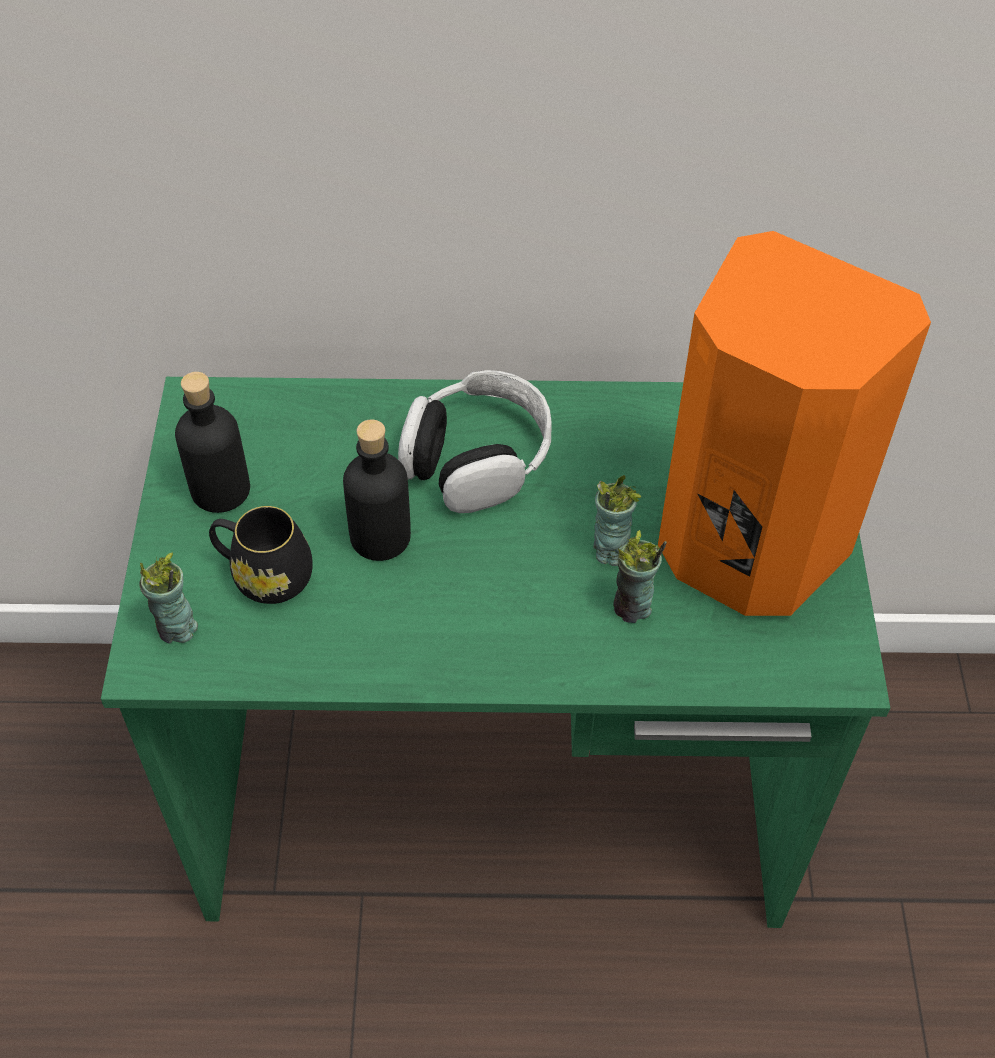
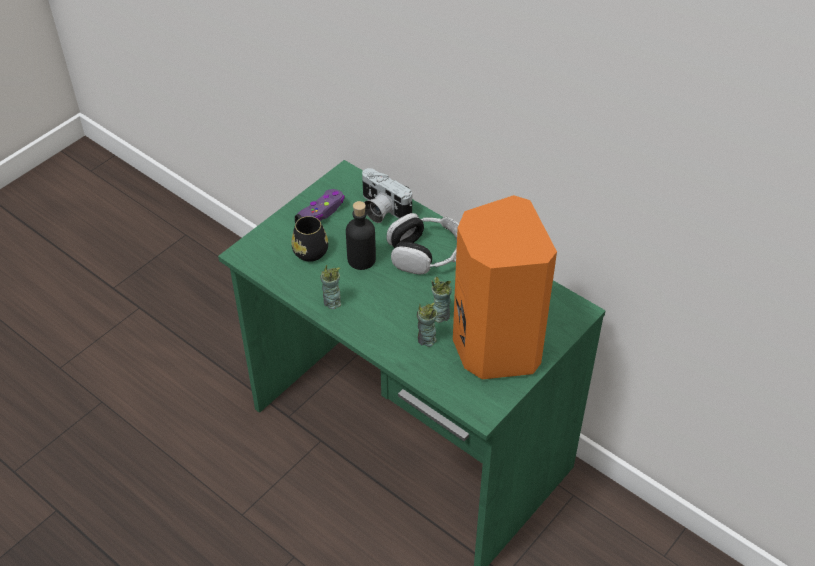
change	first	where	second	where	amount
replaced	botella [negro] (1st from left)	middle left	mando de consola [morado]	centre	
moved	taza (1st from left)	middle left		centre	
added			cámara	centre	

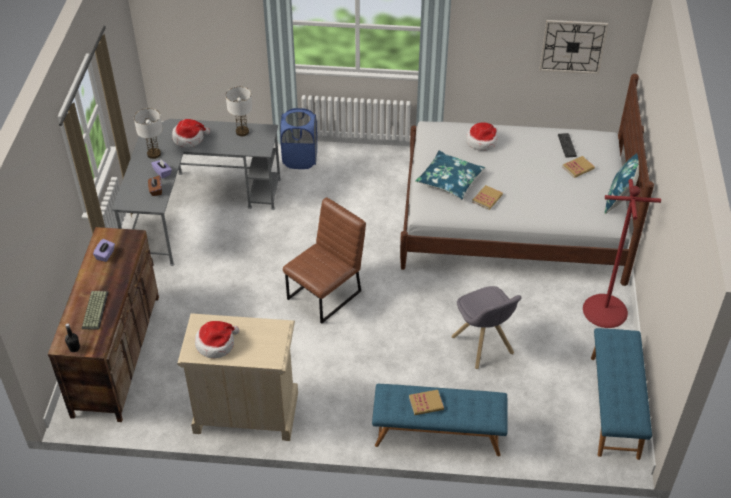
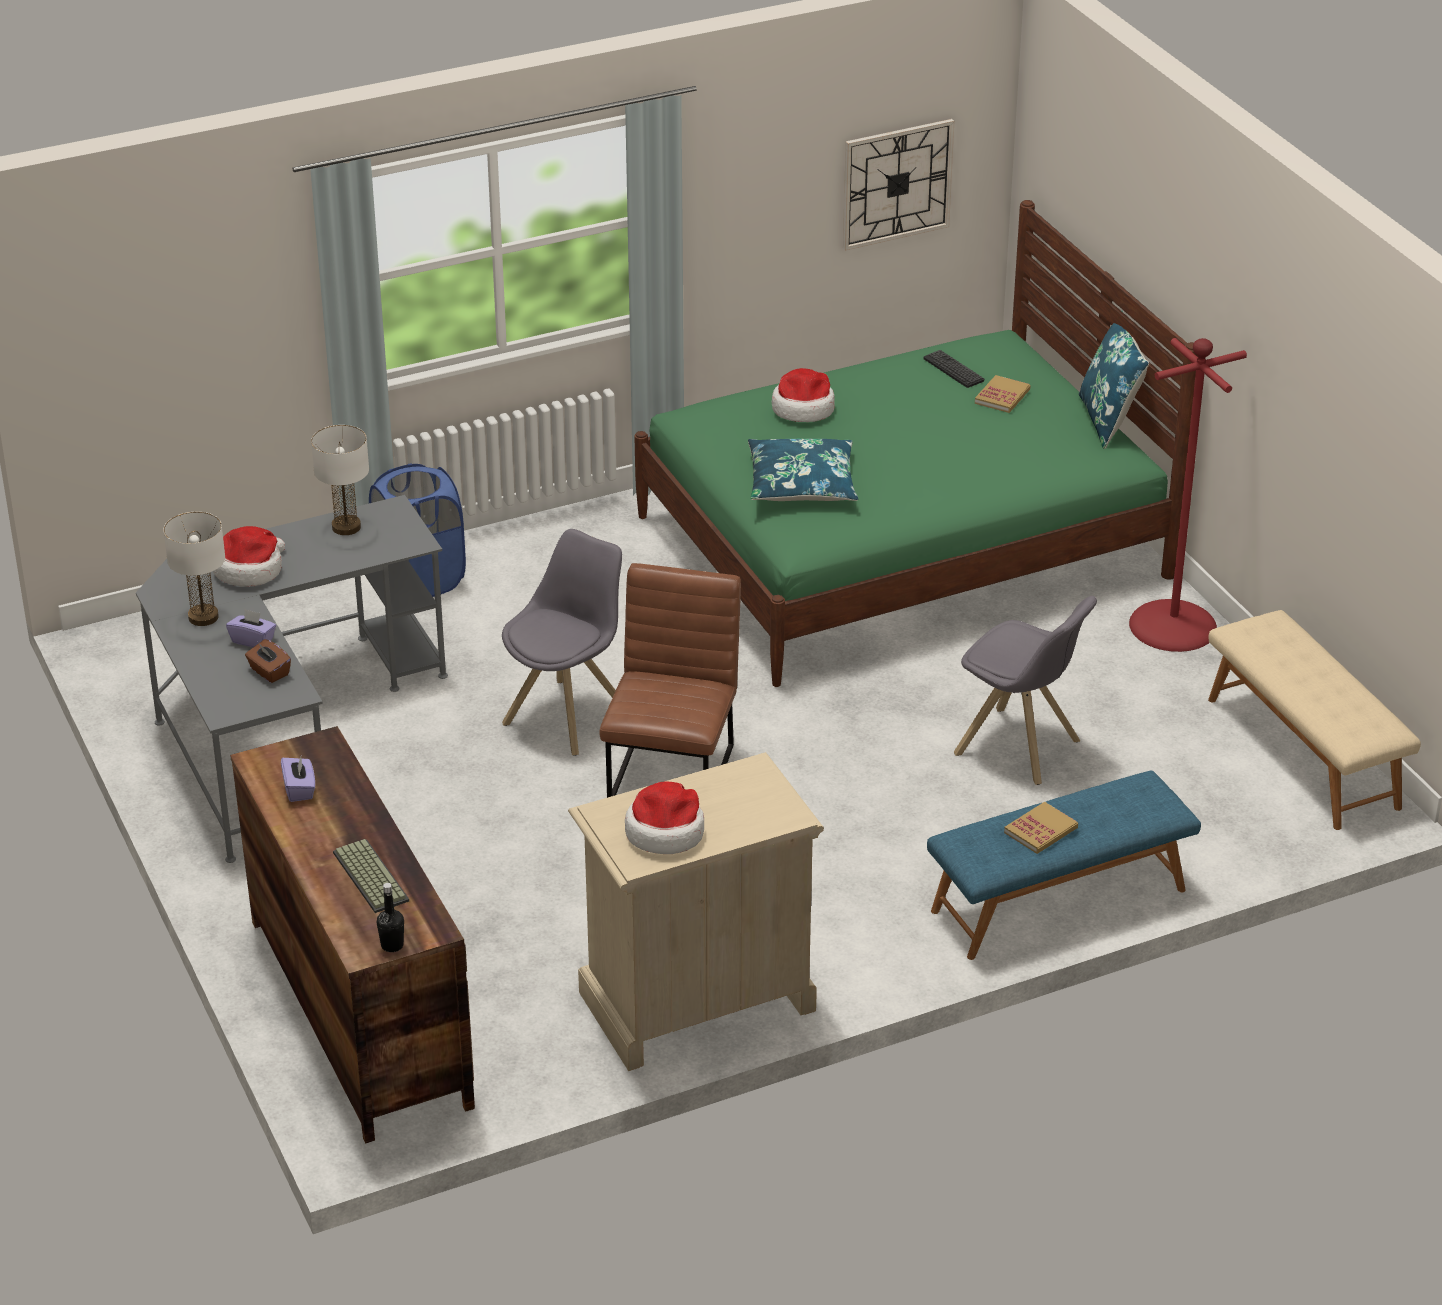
change	first	where	second	where	amount
added			silla [gris] (1st from left)	centre	
recoloured	cama [blanco]	middle right	cama [verde]	centre	
recoloured	banco [azul] (2nd from left)	bottom right	banco [beis]	middle right	
removed	libro (2nd from left)	centre			

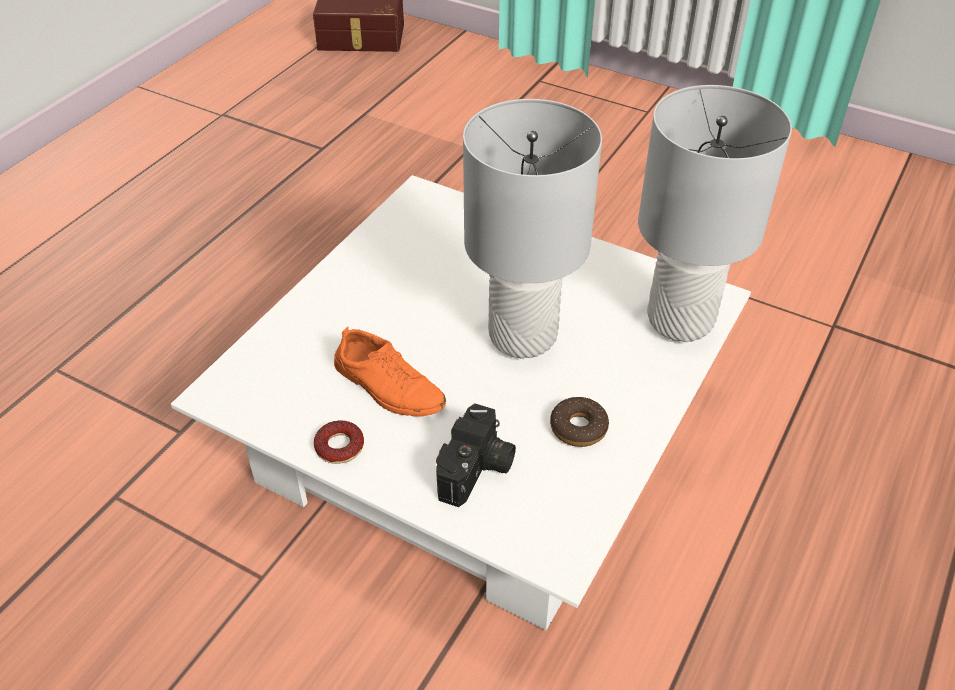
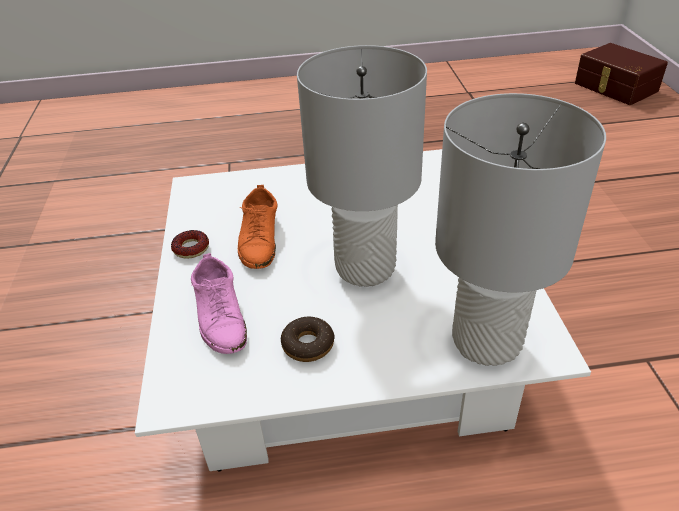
change	first	where	second	where	amount
replaced	cámara	centre	zapato [rosa]	middle left	

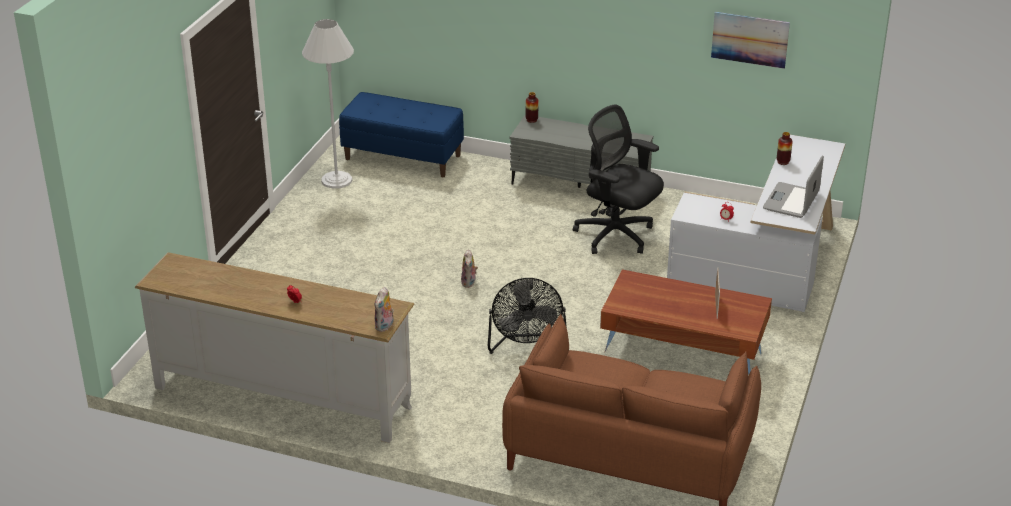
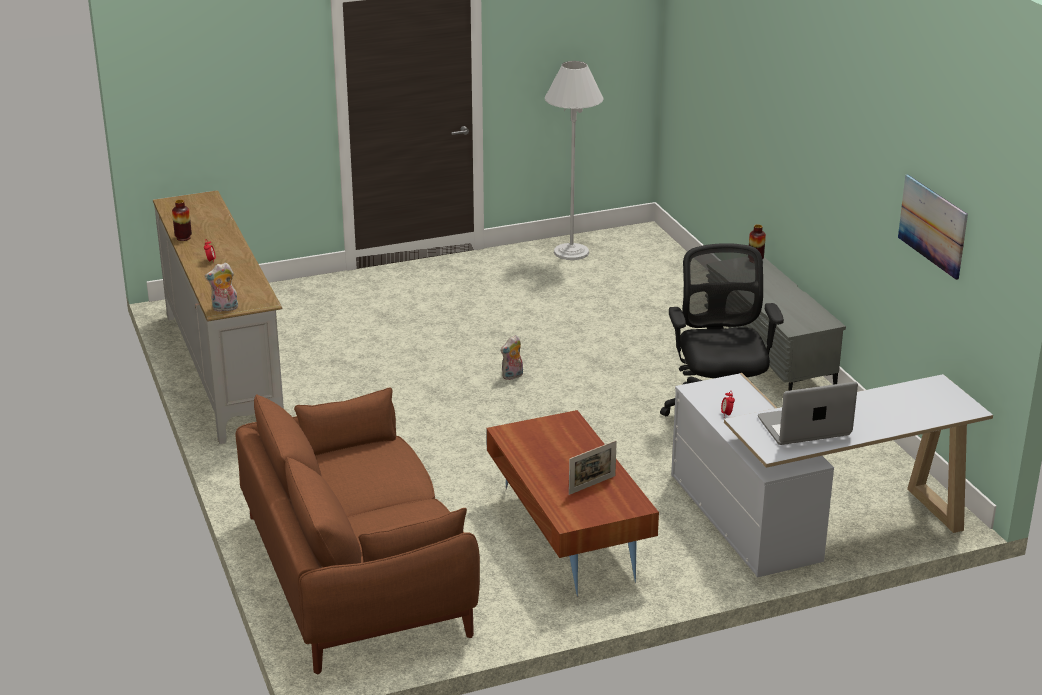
change	first	where	second	where	amount
moved	florero (2nd from left in the first image)	top right	florero (1st from left)	top left	
removed	banco [azul]	top centre			
removed	ventilador [negro]	centre			

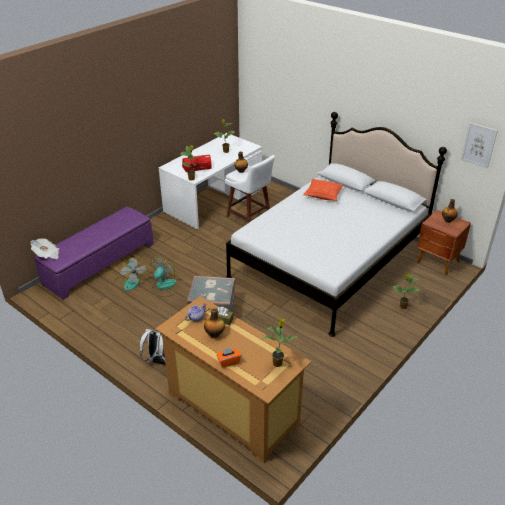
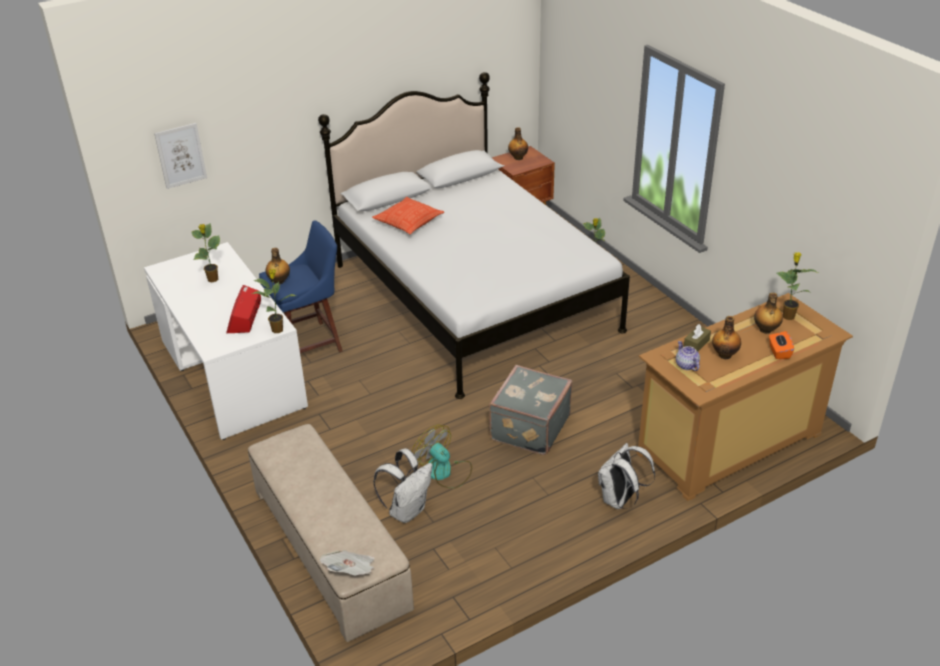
change	first	where	second	where	amount
moved	cuadro	top right		top left	
recoloured	banco [morado]	middle left	banco [beis]	bottom centre	
recoloured	taburete [blanco]	centre	taburete [azul]	middle left	
replaced	ventilador (1st from left)	middle left	mochila [blanco] (1st from left)	bottom centre	
added			botella (4th from left)	middle right	

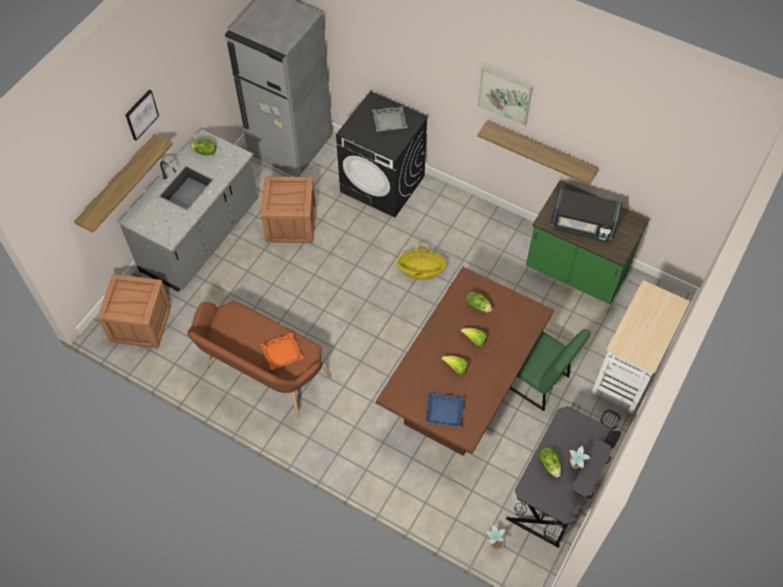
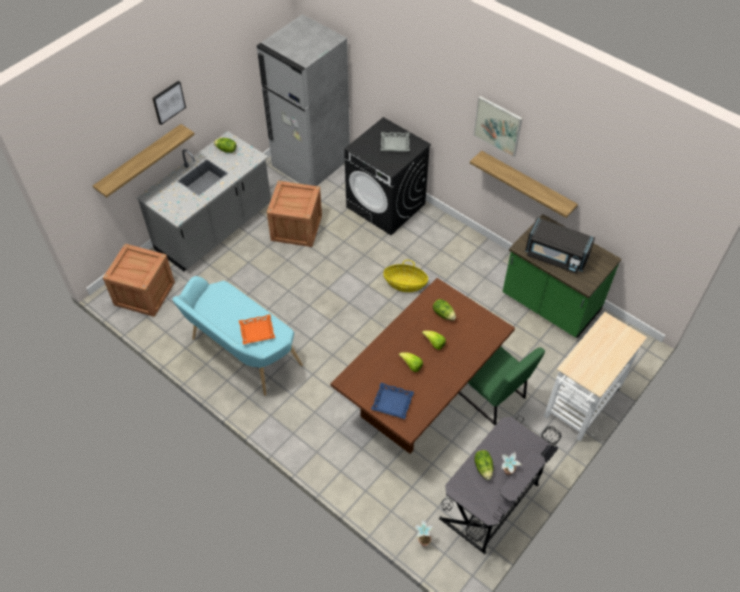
change	first	where	second	where	amount
recoloured	banco [marrón]	middle left	banco [turquesa]	middle left	

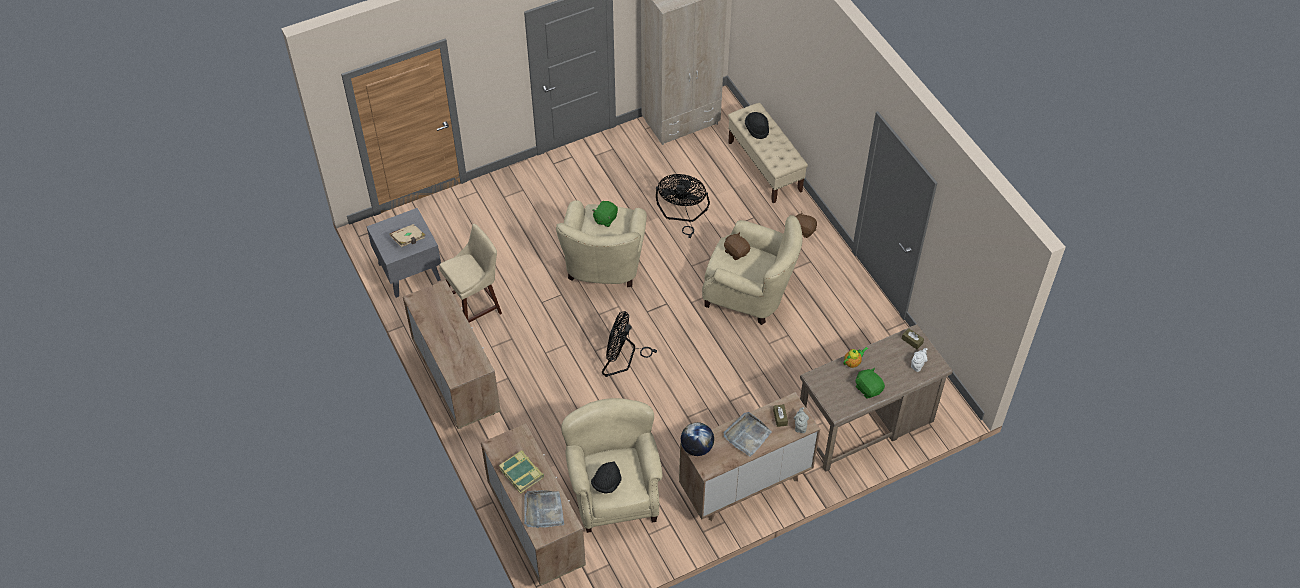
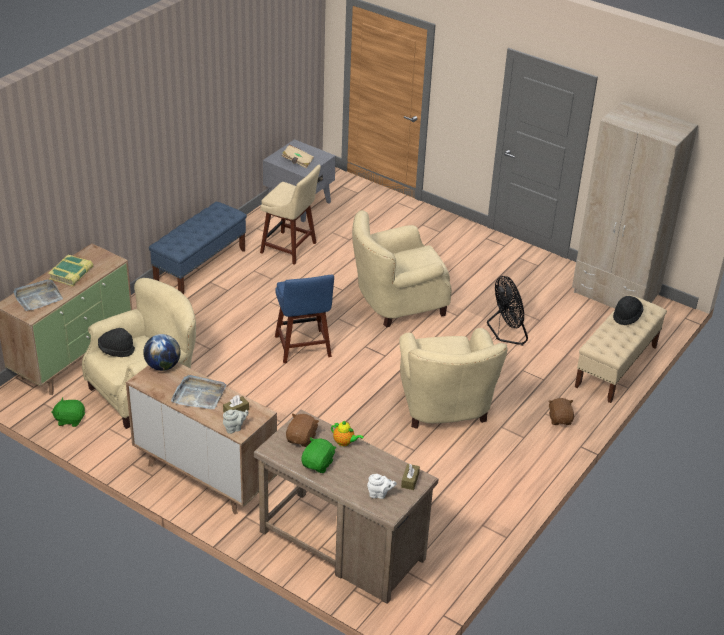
change	first	where	second	where	amount
moved	peluche [verde] (1st from left)	centre		middle left	
replaced	cómoda (1st from left)	centre	banco [azul]	middle left	
replaced	ventilador [negro] (1st from left)	centre	silla [azul]	centre	
moved	peluche [marrón] (1st from left)	centre		bottom centre	

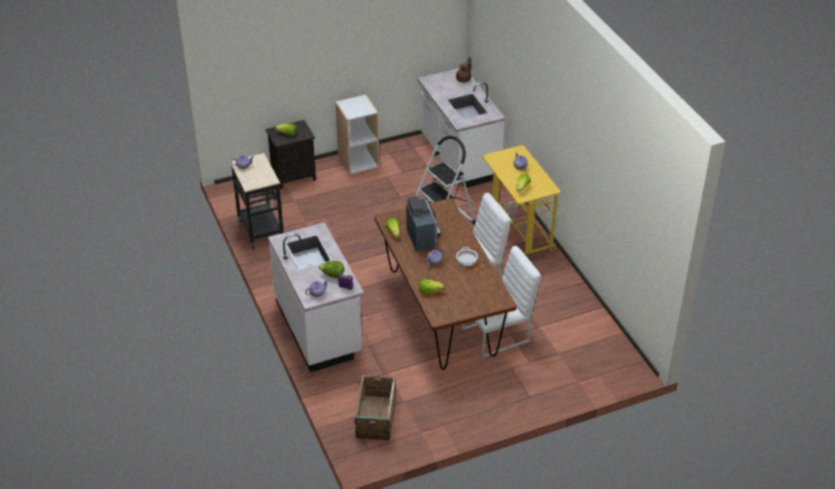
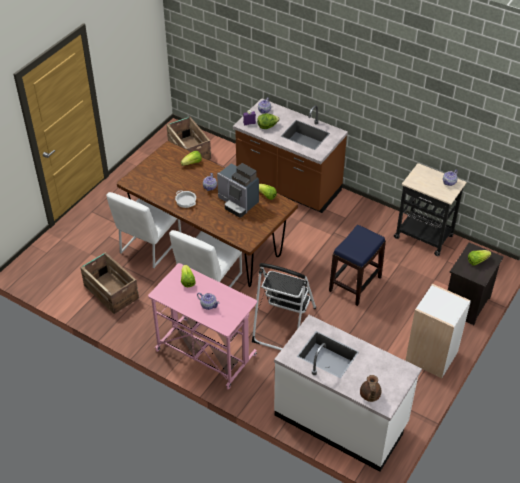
change	first	where	second	where	amount
added			caja de embalaje (1st from left)	middle left	
recoloured	escritorio [amarillo]	centre	escritorio [rosa]	bottom centre	
recoloured	mueble bajo de cocina [blanco] (1st from left)	centre	mueble bajo de cocina [marrón]	top centre	
added			taburete	middle right	

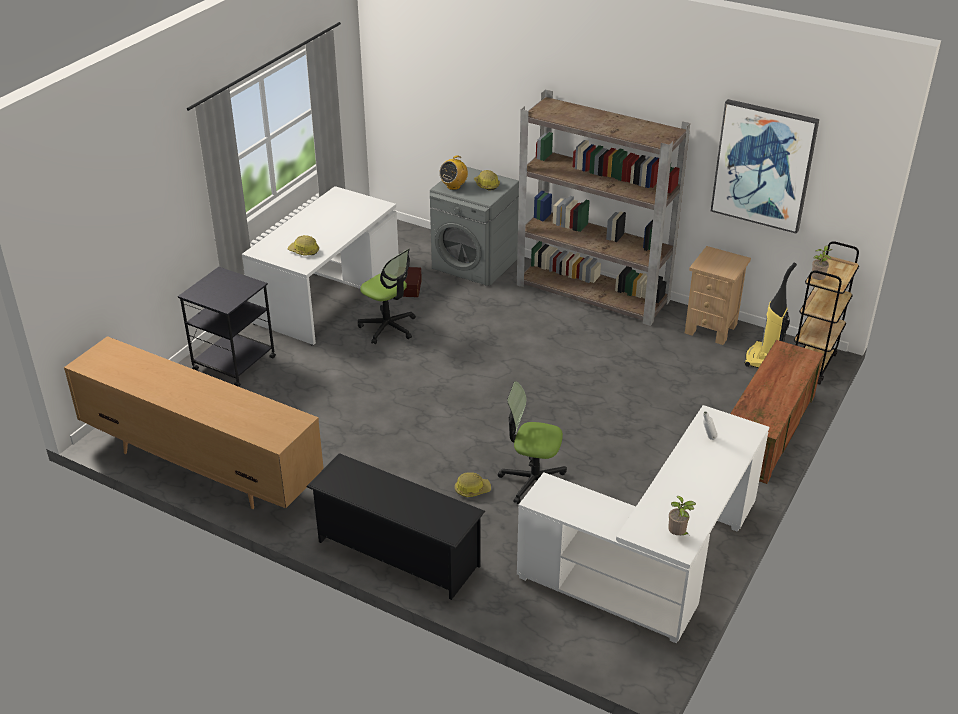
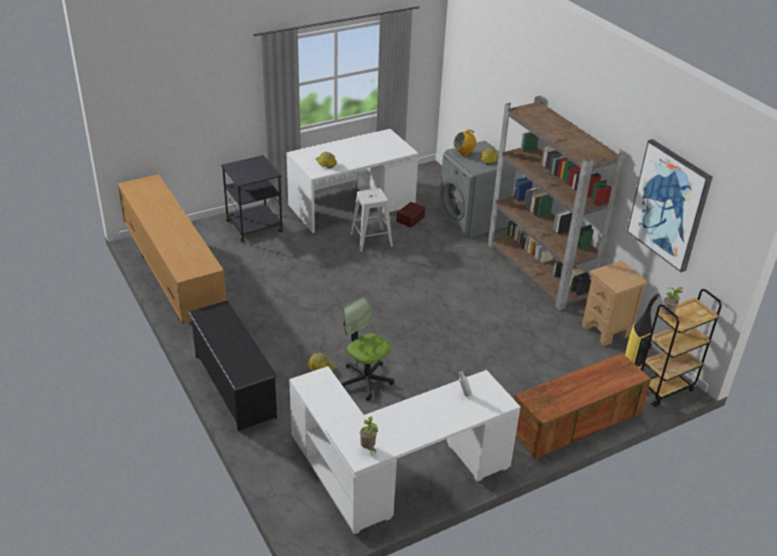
change	first	where	second	where	amount
replaced	silla de oficina (1st from left)	centre	taburete [blanco]	centre	

